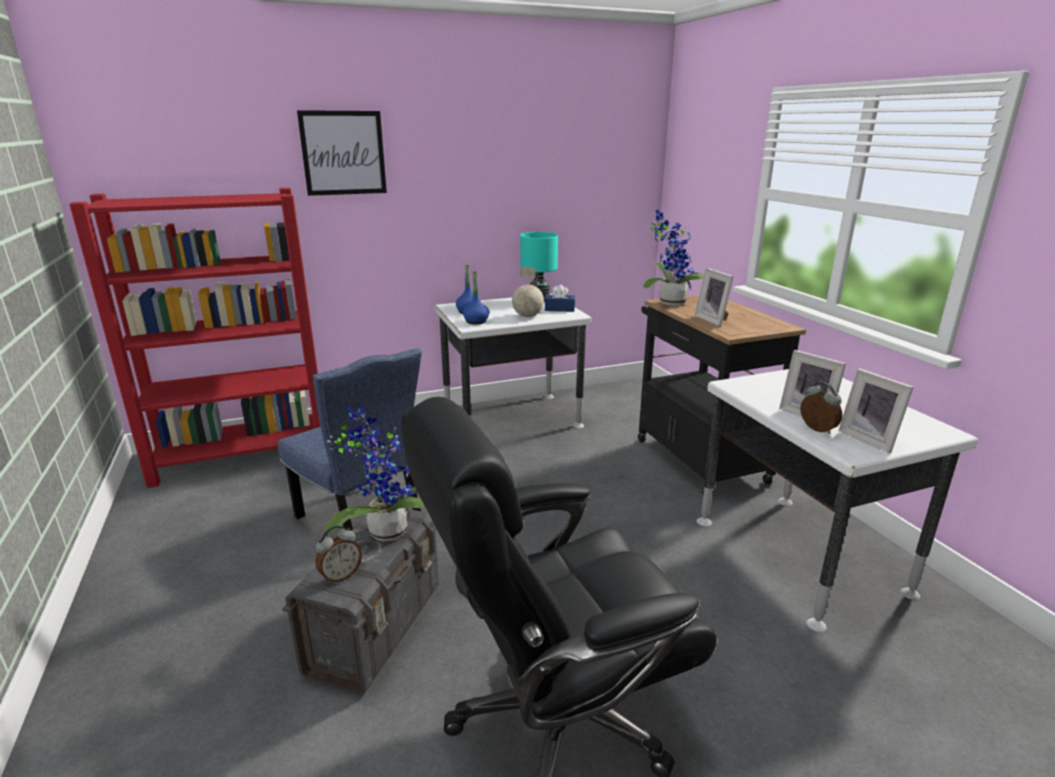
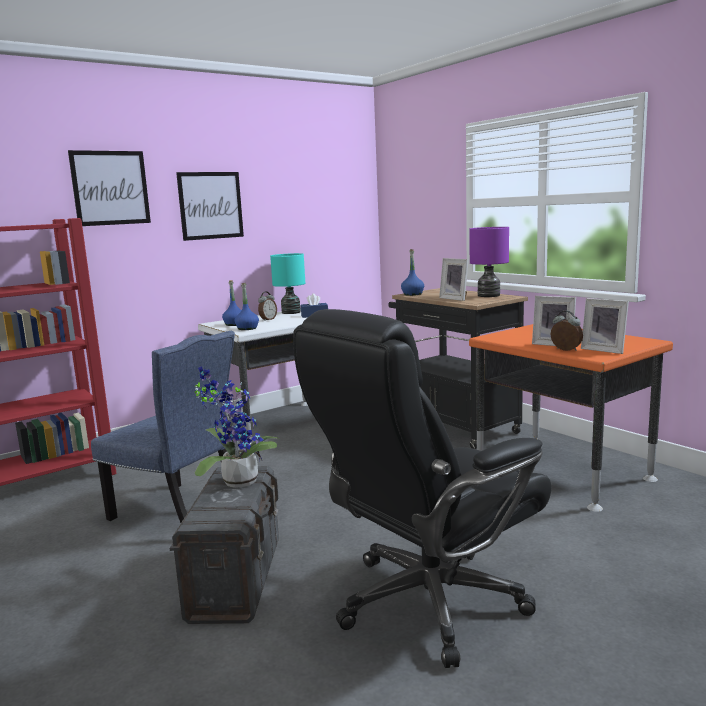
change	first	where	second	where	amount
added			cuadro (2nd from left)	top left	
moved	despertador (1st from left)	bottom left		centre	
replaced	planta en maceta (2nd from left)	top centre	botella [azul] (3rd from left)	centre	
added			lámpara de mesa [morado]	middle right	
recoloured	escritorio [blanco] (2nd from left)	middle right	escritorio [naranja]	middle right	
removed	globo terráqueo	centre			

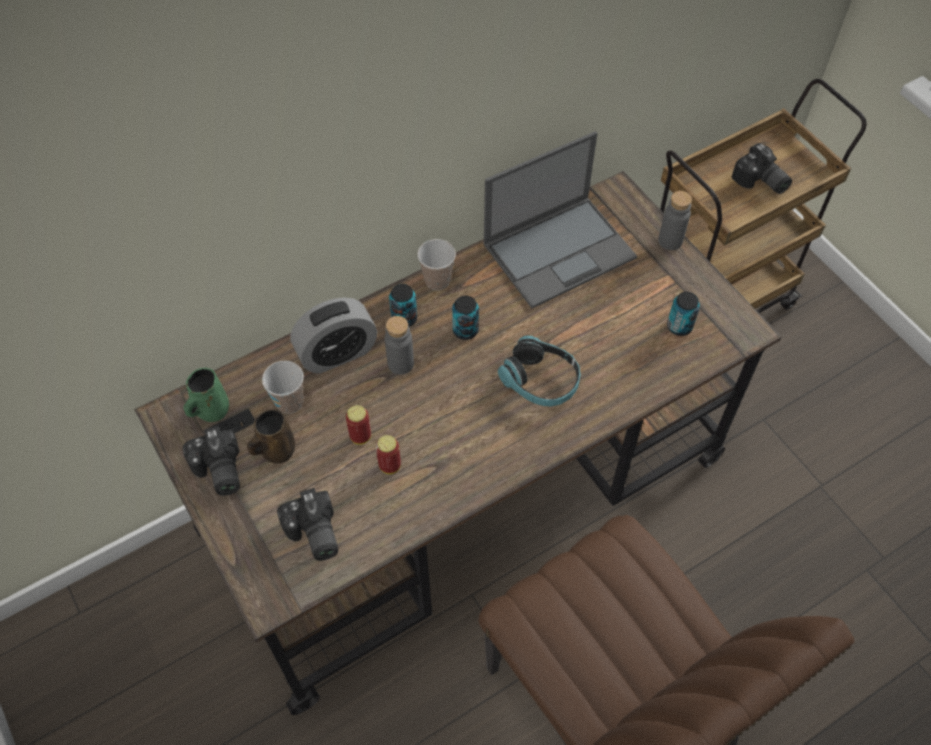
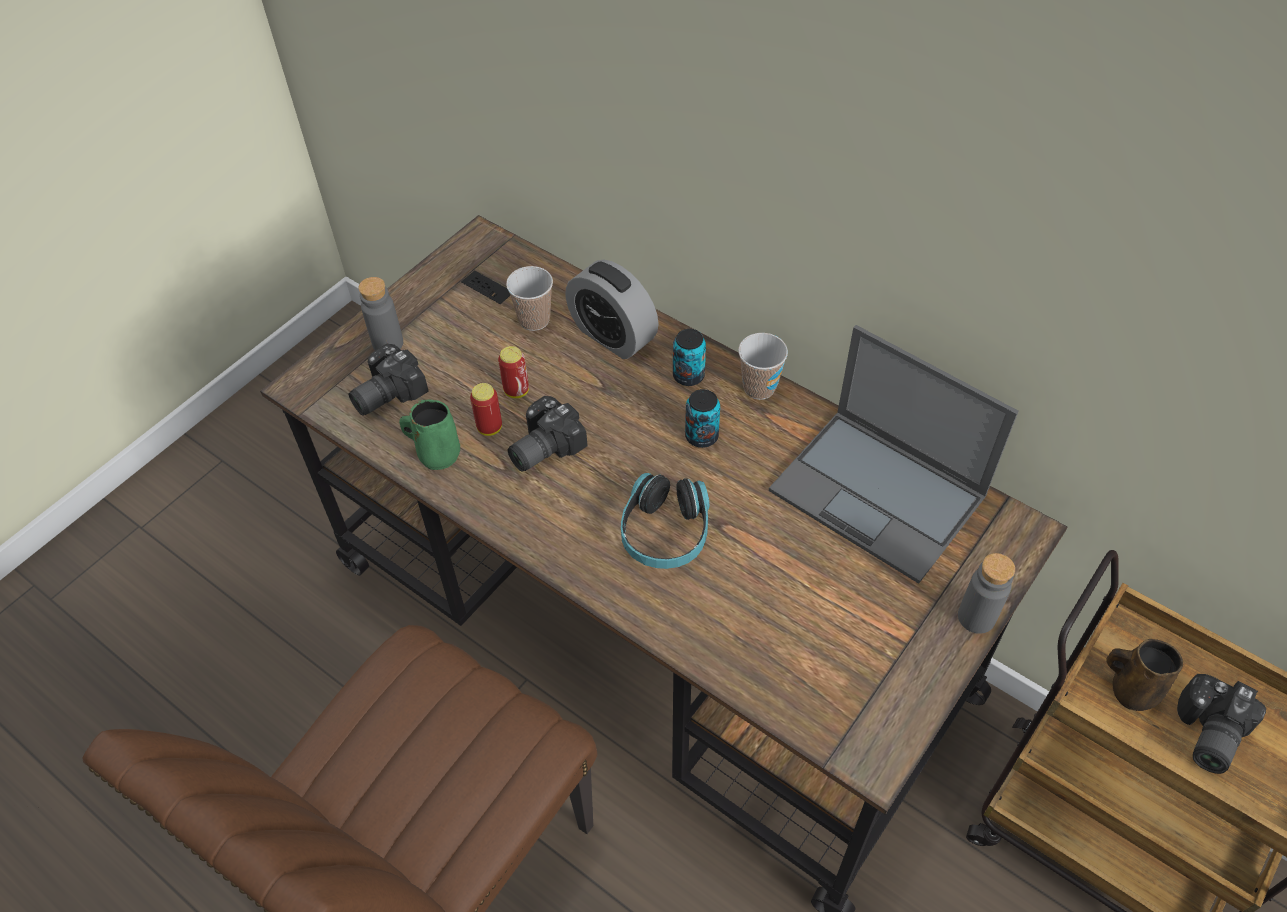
change	first	where	second	where	amount
moved	botella [gris] (1st from left)	centre		middle left	
moved	taza grande [verde]	middle left		centre	
moved	cámara (1st from left in the first image)	middle left	cámara (2nd from left)	centre	
moved	taza grande [marrón]	middle left		bottom right	
removed	lata (5th from left)	middle right			

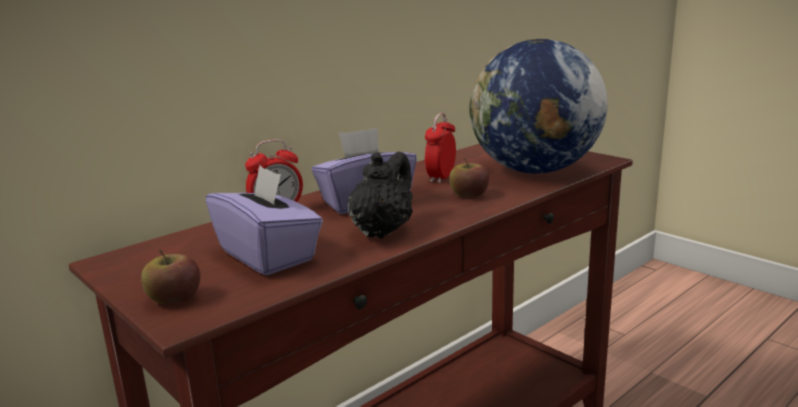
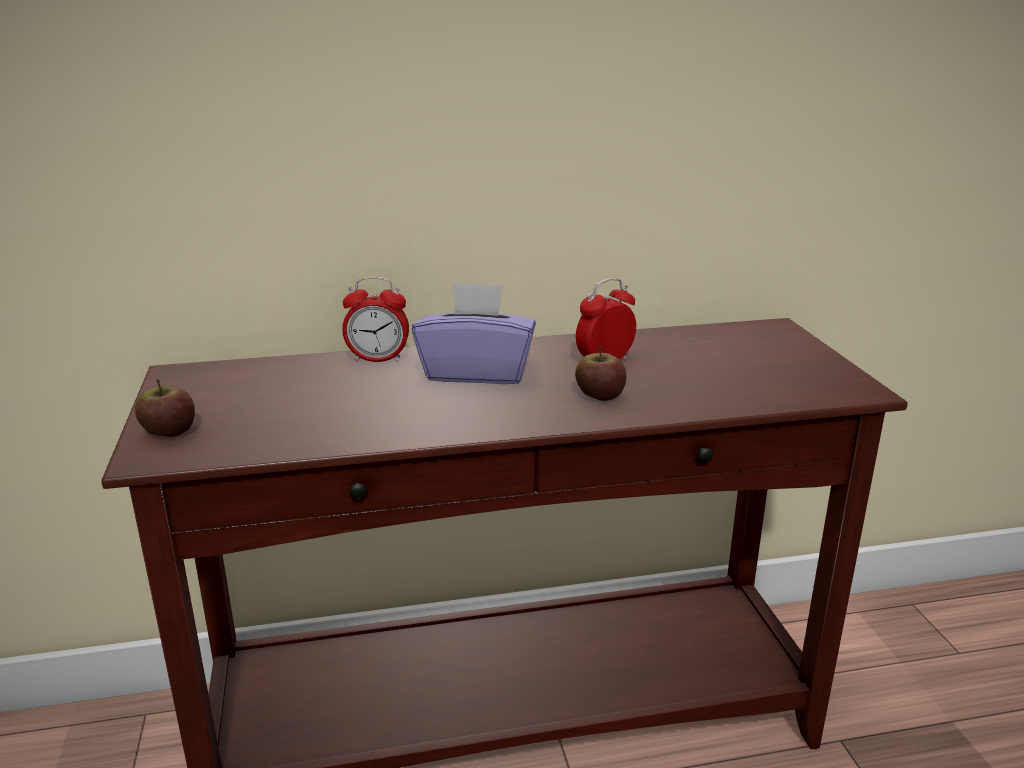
change	first	where	second	where	amount
removed	caja de pañuelos [morado] (1st from left)	middle left			
removed	tetera [negro]	centre			
removed	globo terráqueo	top right			

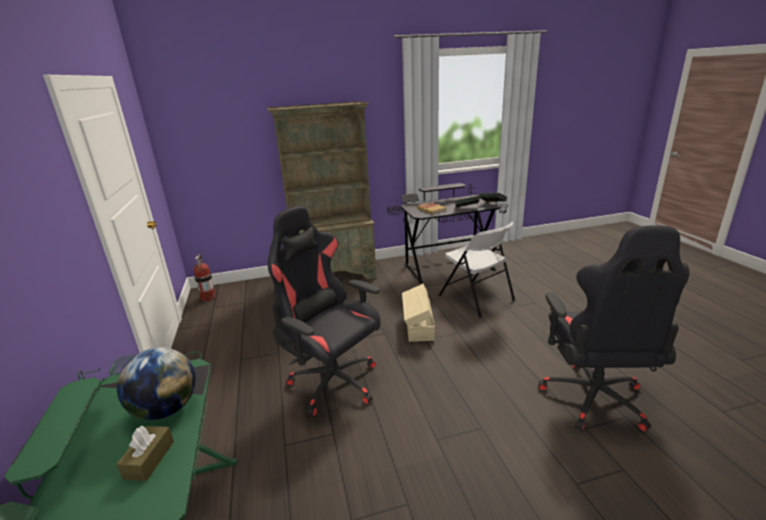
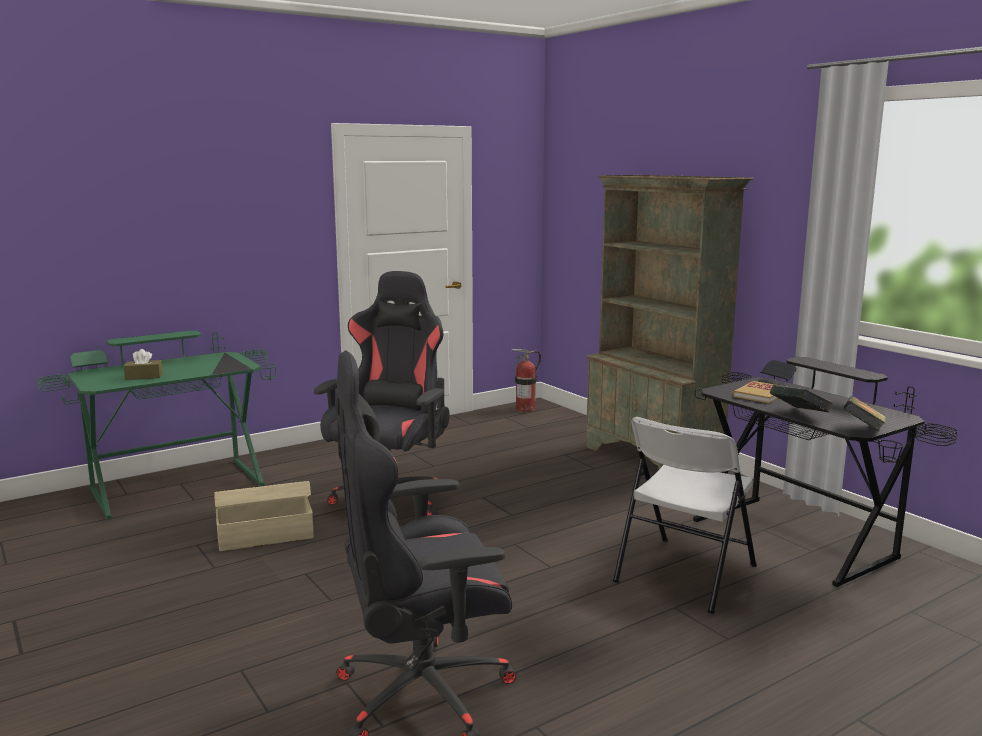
change	first	where	second	where	amount
moved	caja de almacenaje [beis]	centre		bottom left	
removed	globo terráqueo	bottom left			

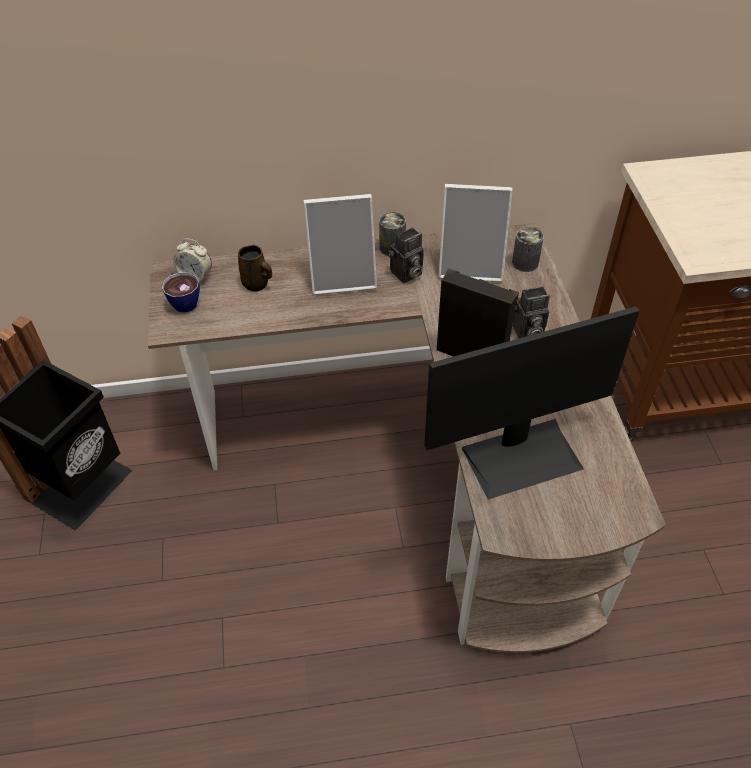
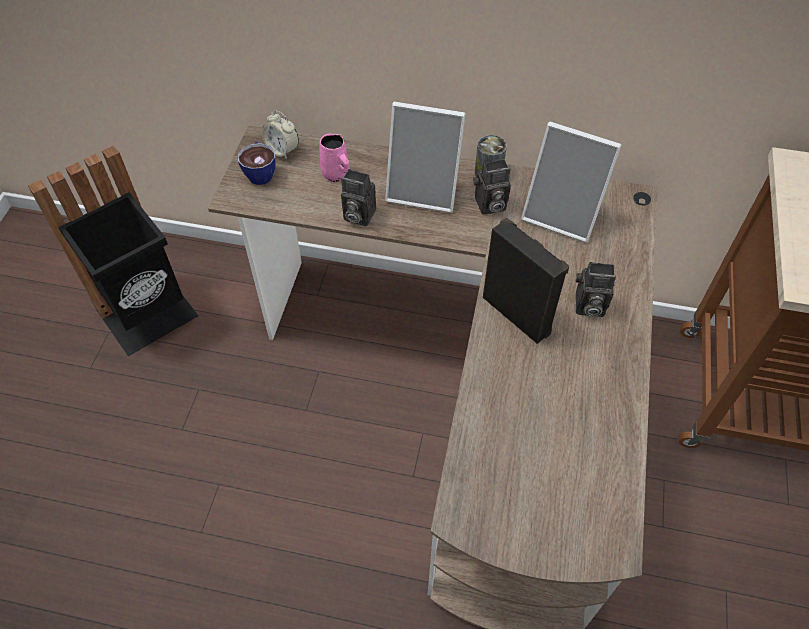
change	first	where	second	where	amount
recoloured	taza grande [marrón]	centre	taza grande [rosa]	top centre	
added			cámara (1st from left)	top centre	
removed	monitor	middle right			
removed	lata (2nd from left)	top right			

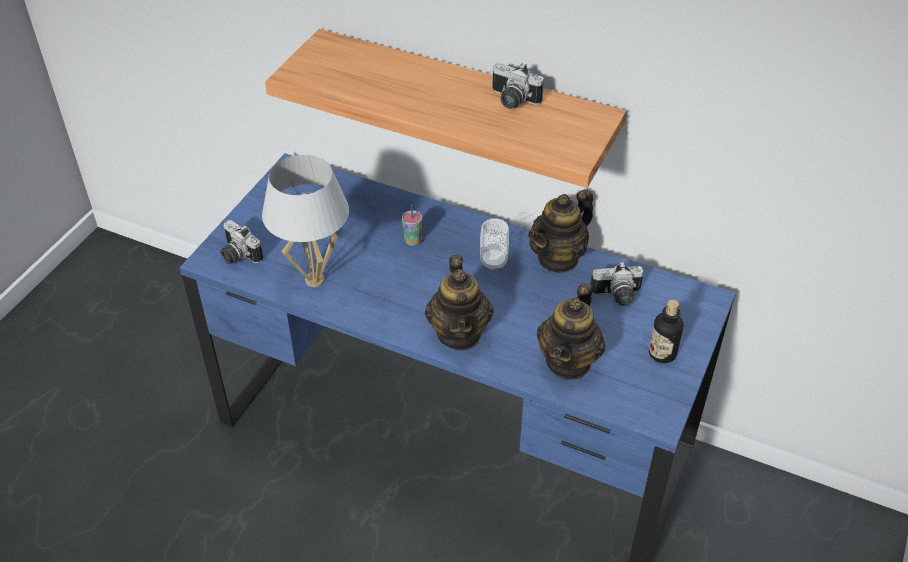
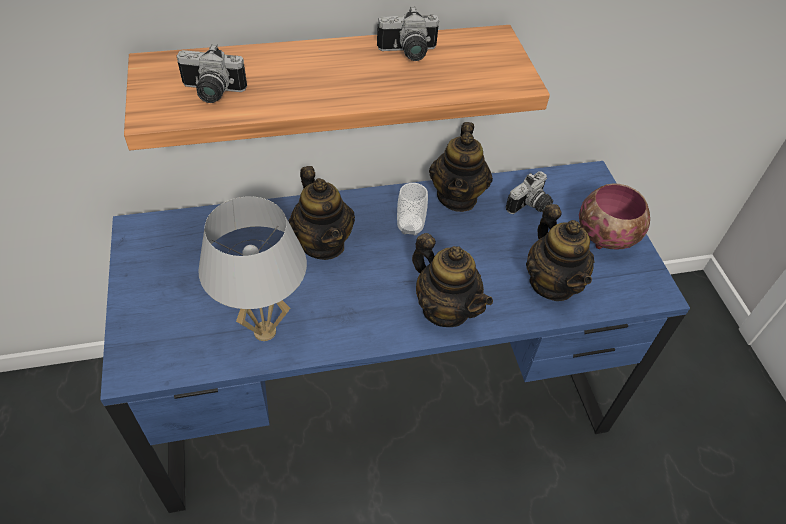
change	first	where	second	where	amount
moved	cámara (1st from left)	middle left		top left	
replaced	taza (1st from left)	centre	tetera (1st from left)	centre	
replaced	botella	middle right	cuenco	middle right	

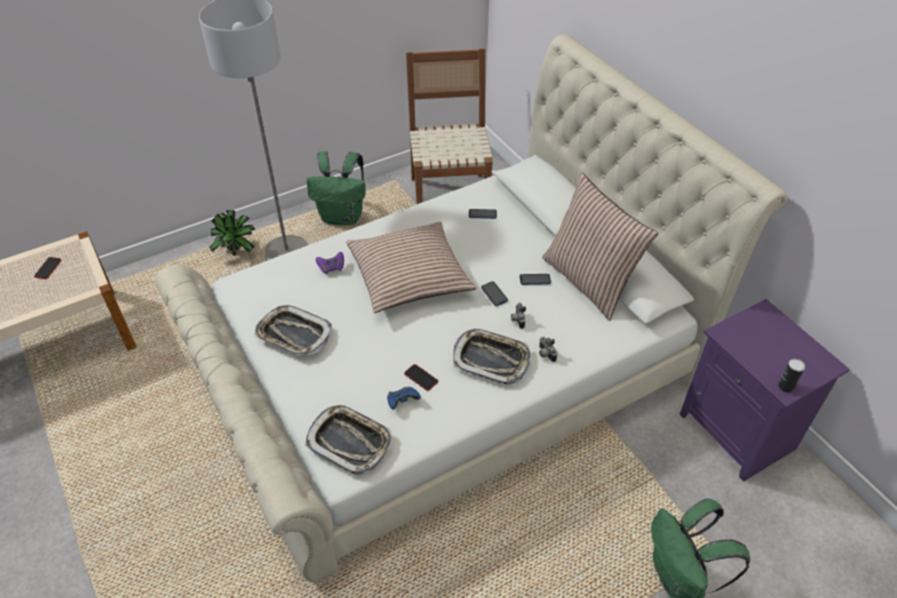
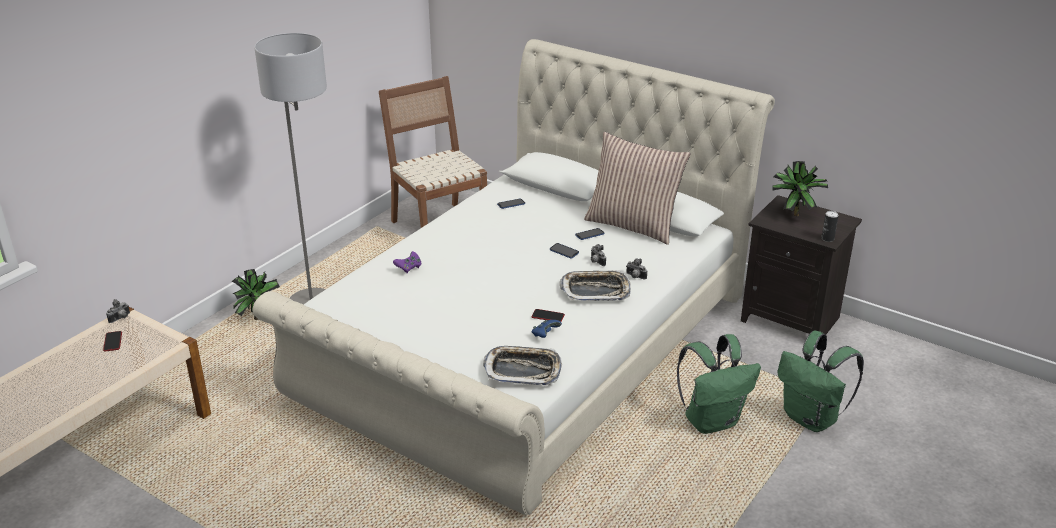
change	first	where	second	where	amount
added			cámara (1st from left)	middle left	
moved	mochila [verde] (1st from left)	top centre		bottom right	
recoloured	mesita de noche [morado]	middle right	mesita de noche [negro]	middle right	
added			planta en maceta (2nd from left)	middle right	
removed	bandeja (1st from left)	middle left			
removed	cojín (1st from left)	centre			

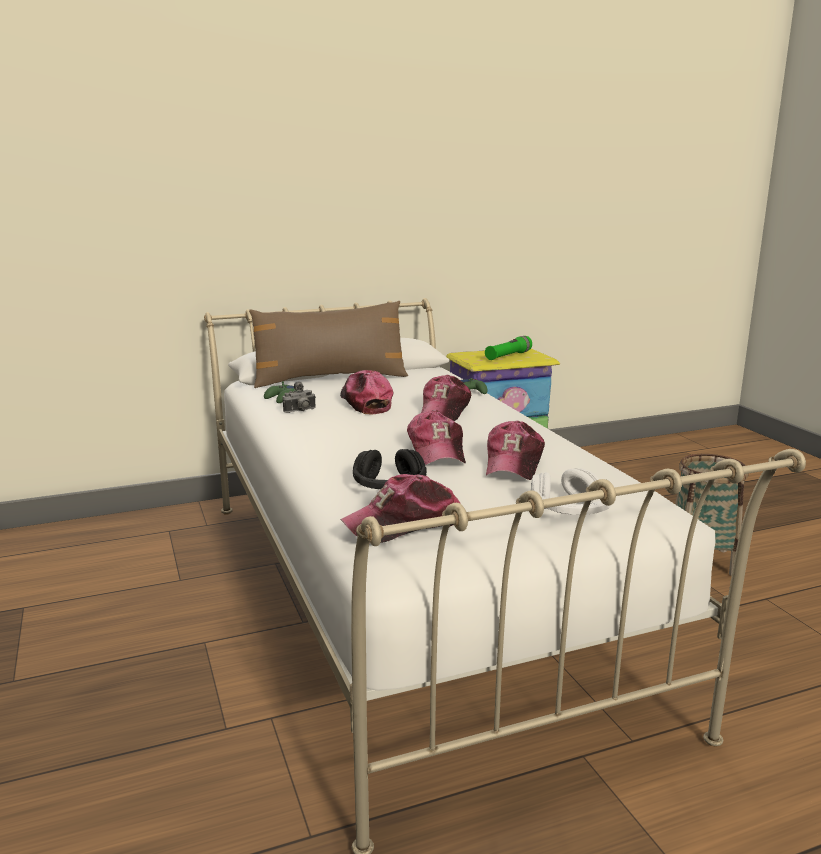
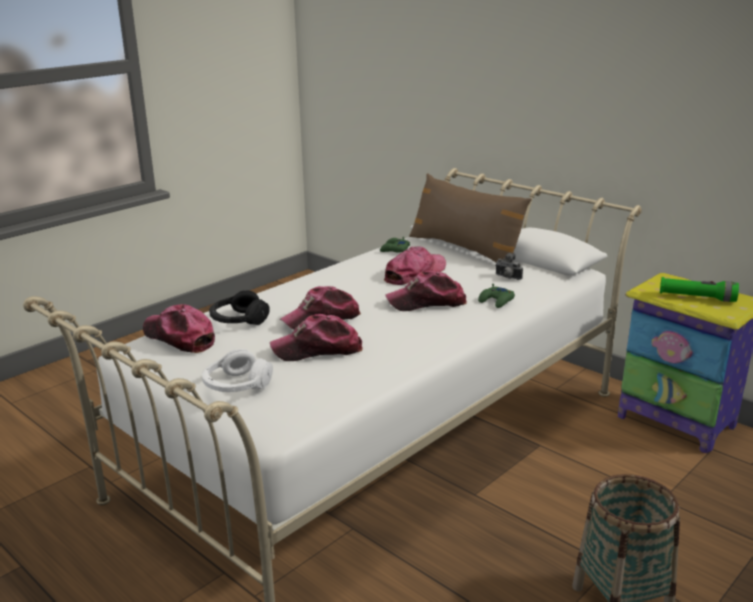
change	first	where	second	where	amount
moved	cámara	centre		middle right	

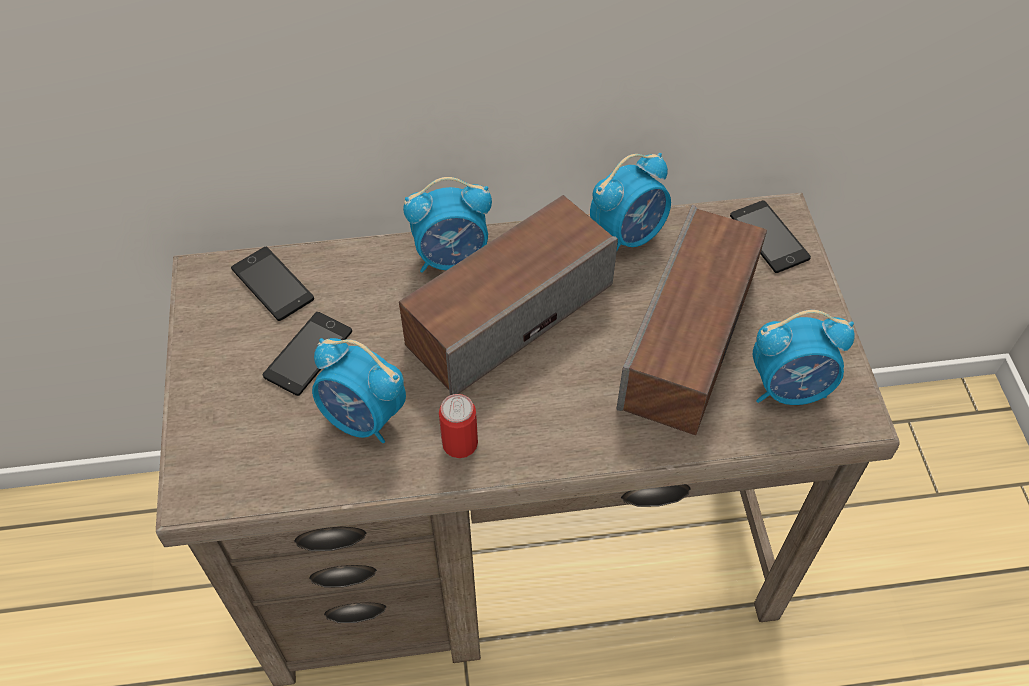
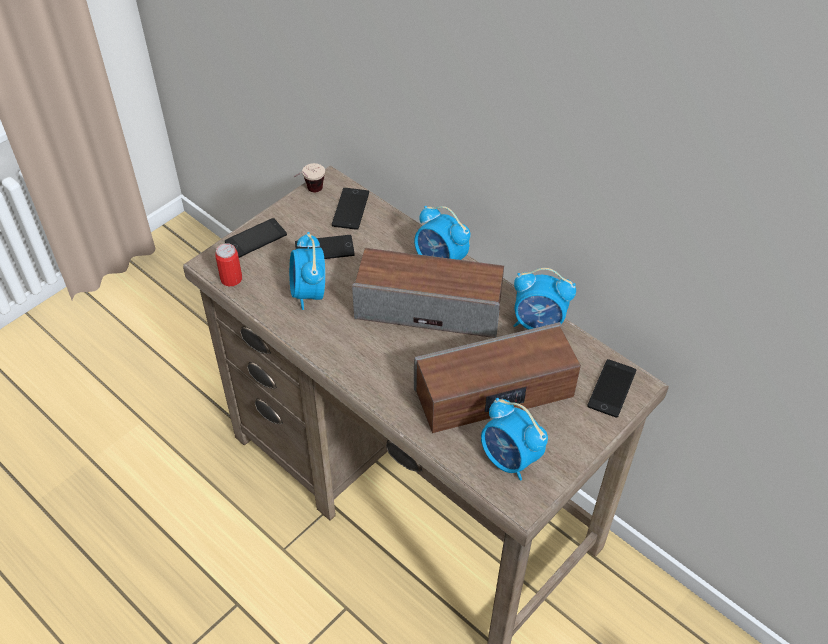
change	first	where	second	where	amount
moved	lata	centre		middle left	
added			móvil (1st from left)	middle left	
added			taza	top centre	

